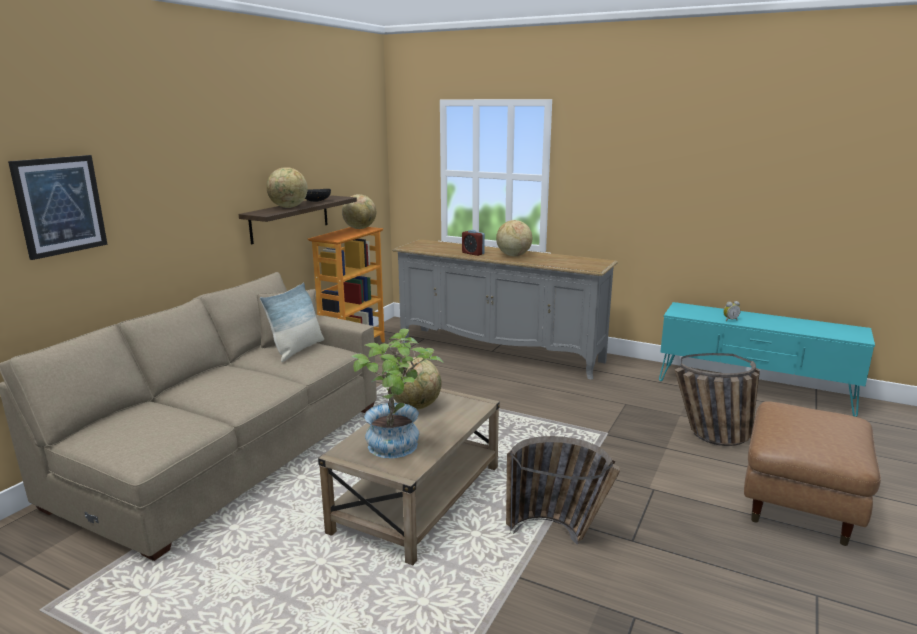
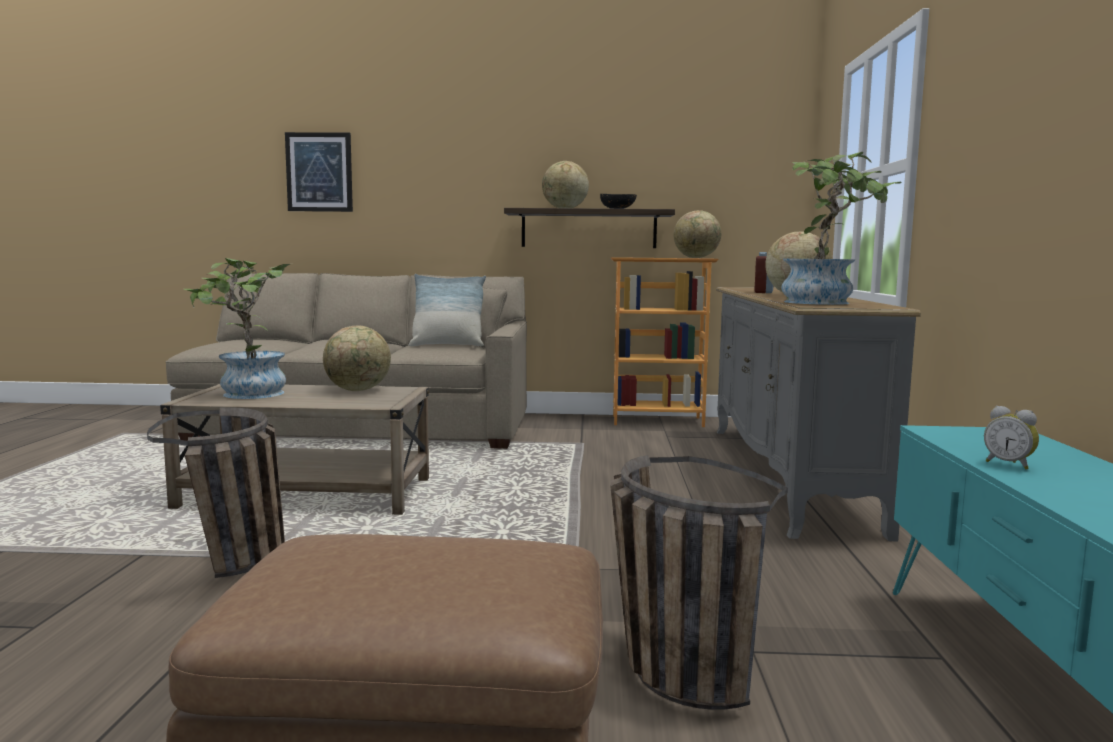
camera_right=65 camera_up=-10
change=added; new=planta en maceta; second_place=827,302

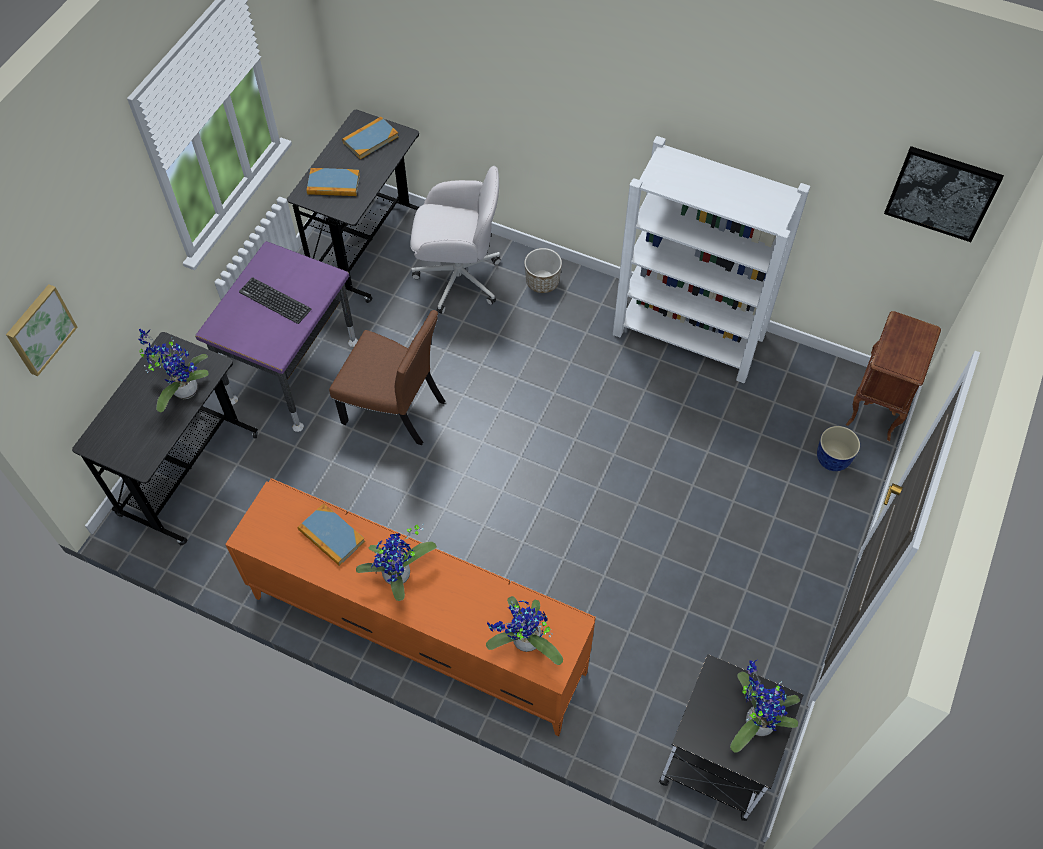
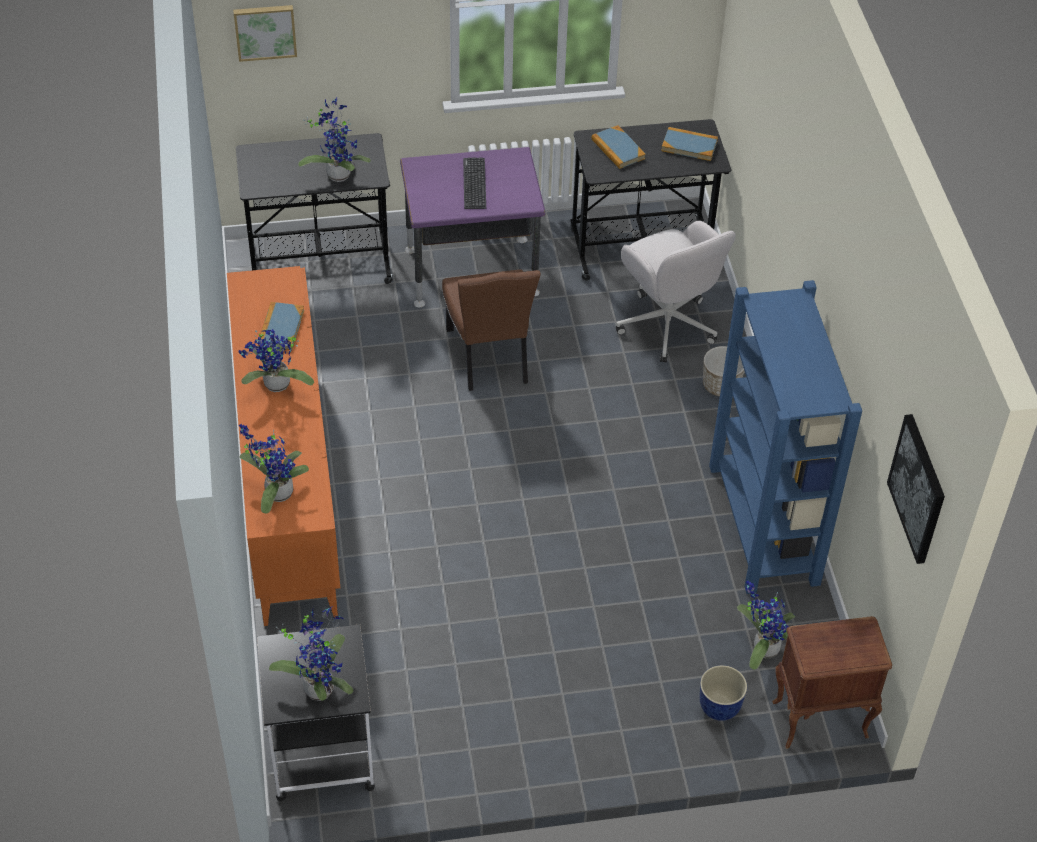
camera_right=55 camera_up=-10
change=recoloured; old=estantería [blanco]; new=estantería [azul]; first_place=689,335; second_place=763,524
change=added; new=planta en maceta; second_place=762,647

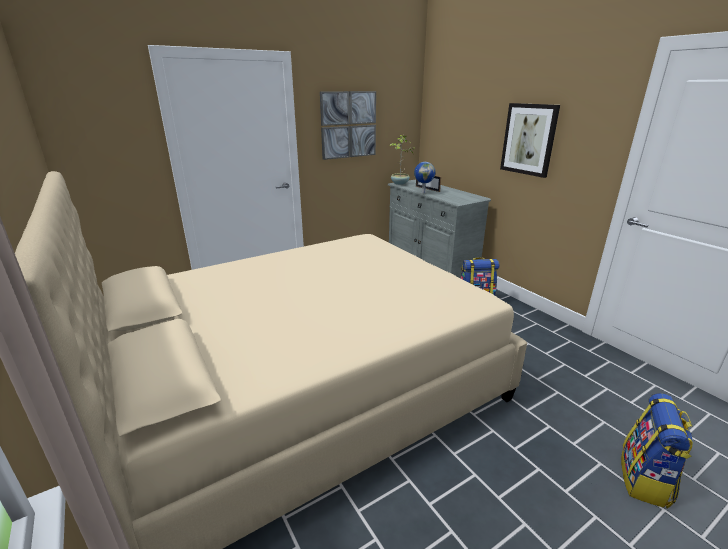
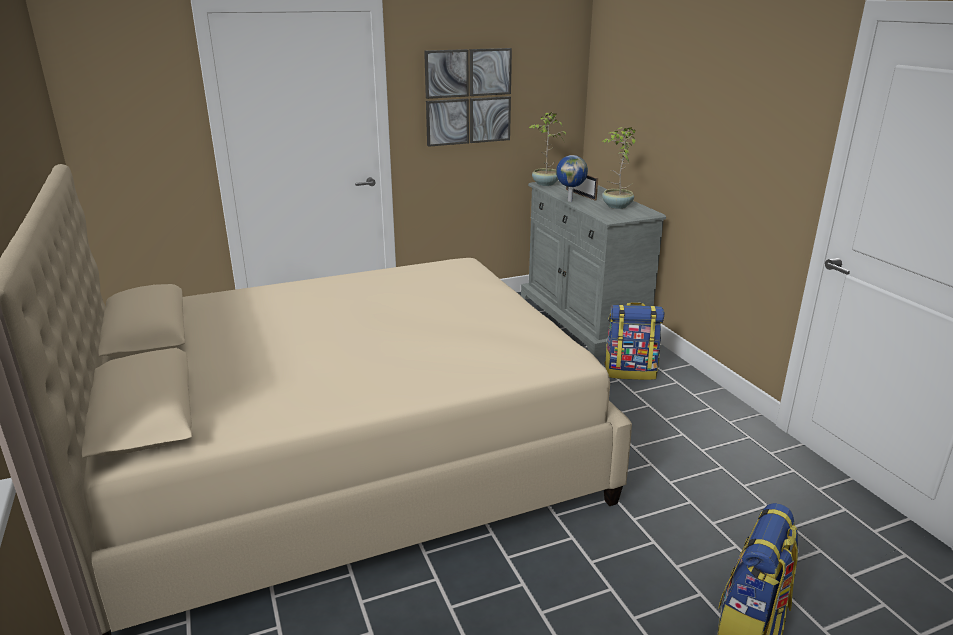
camera_right=10 camera_up=0
change=removed; old=cuadro; first_place=529,139
change=added; new=planta en maceta; second_place=616,206

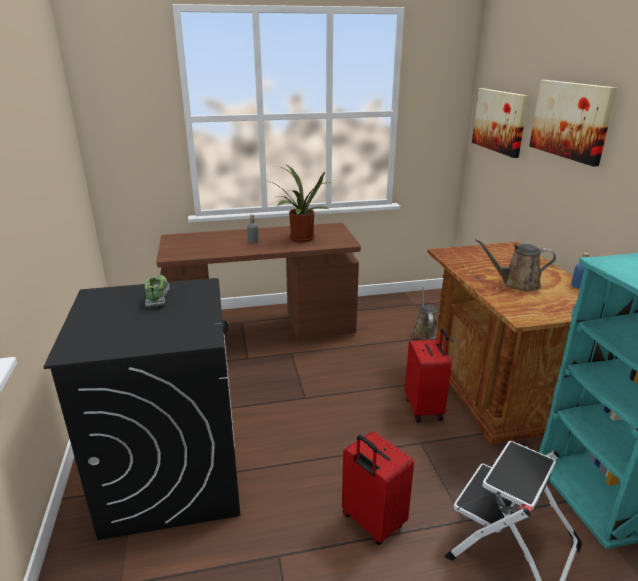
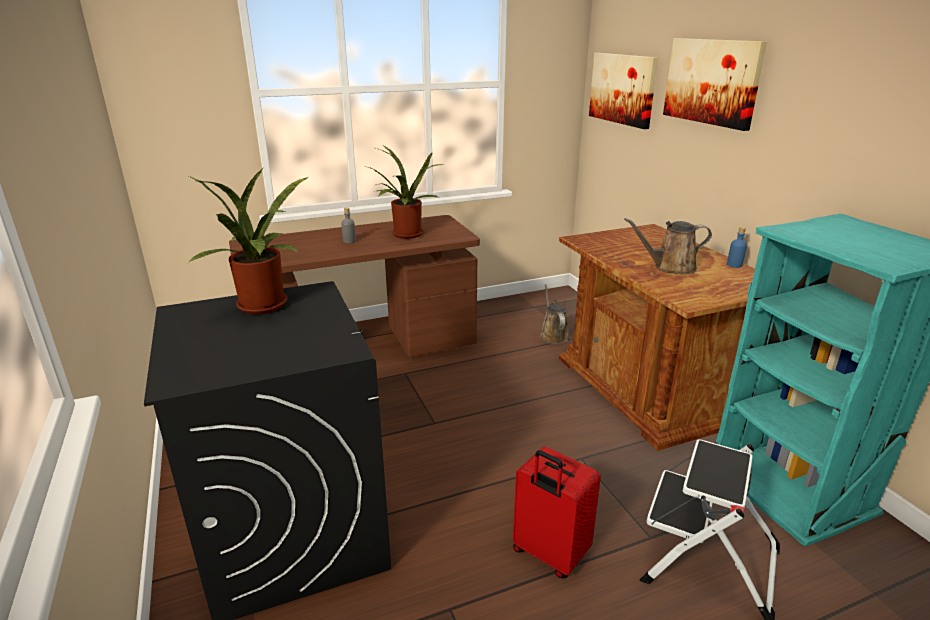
camera_right=-10 camera_up=0
change=replaced; old=zapato; new=planta en maceta; first_place=157,296; second_place=265,307
change=removed; old=maleta [rojo]; first_place=424,409

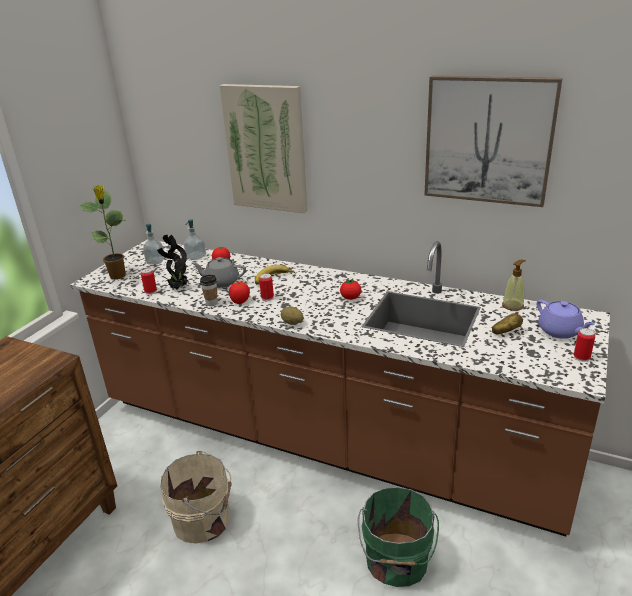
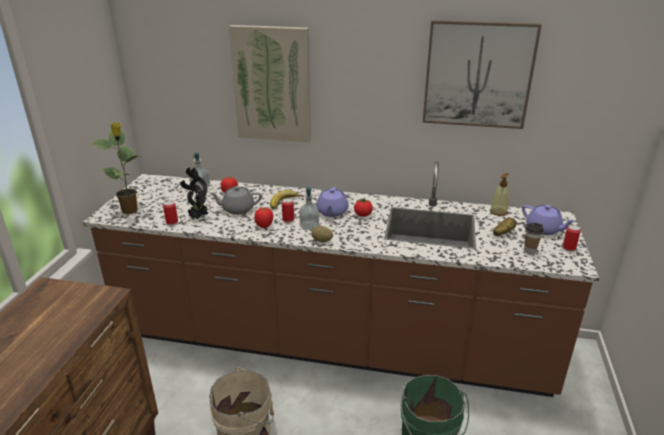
camera_right=-15 camera_up=0
change=moved; old=dispensador de jabón; first_place=155,261; second_place=309,226
change=moved; old=taza; first_place=211,303; second_place=529,251
change=added; new=tetera [morado]; second_place=332,212

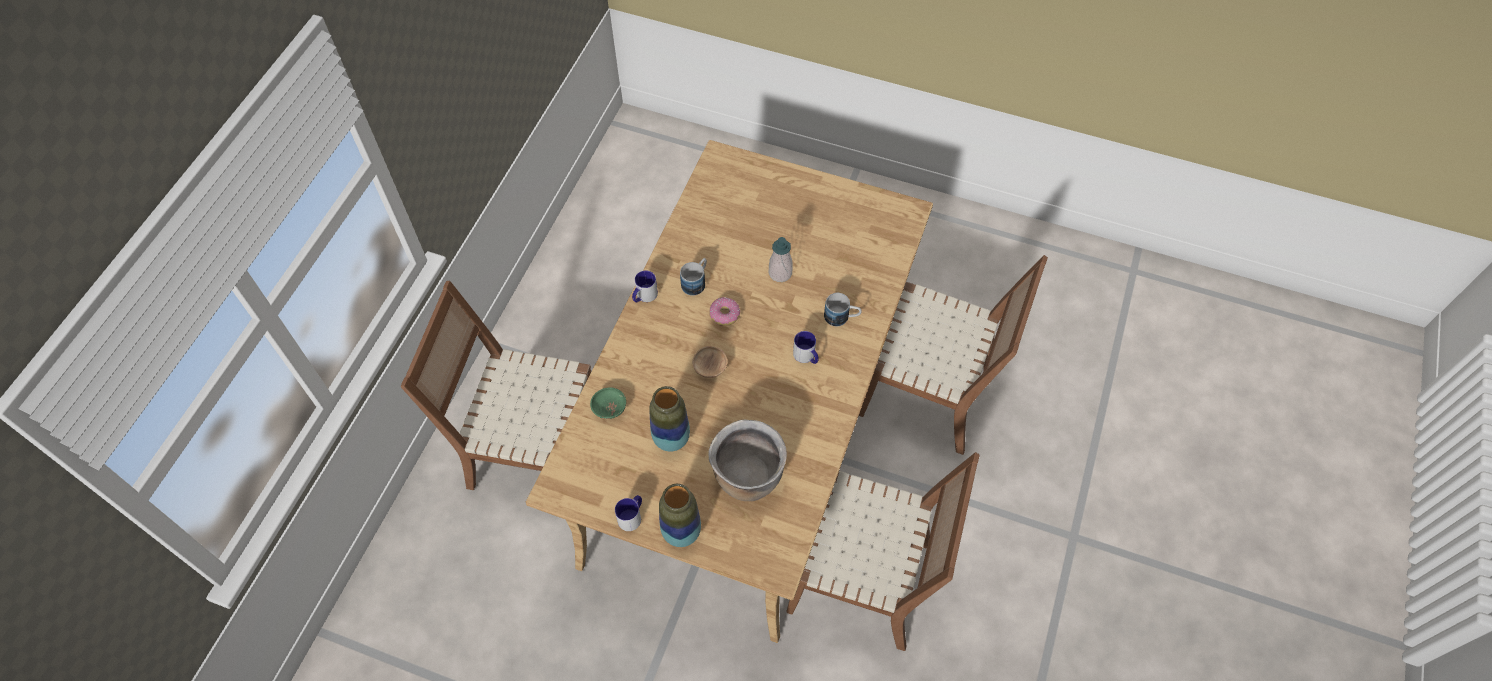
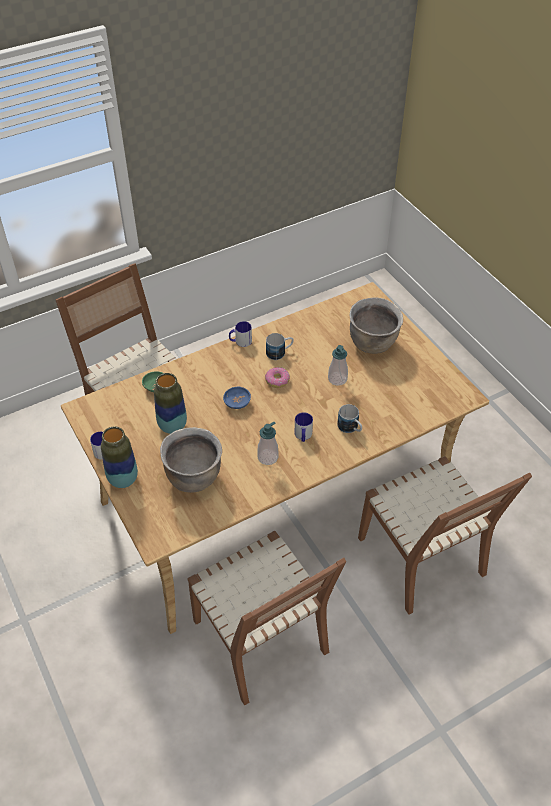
camera_right=40 camera_up=-10
change=recoloured; old=cuenco [marrón]; new=cuenco [azul]; first_place=710,367; second_place=237,403
change=added; new=dispensador de jabón; second_place=268,457
change=added; new=olla [marrón]; second_place=373,343

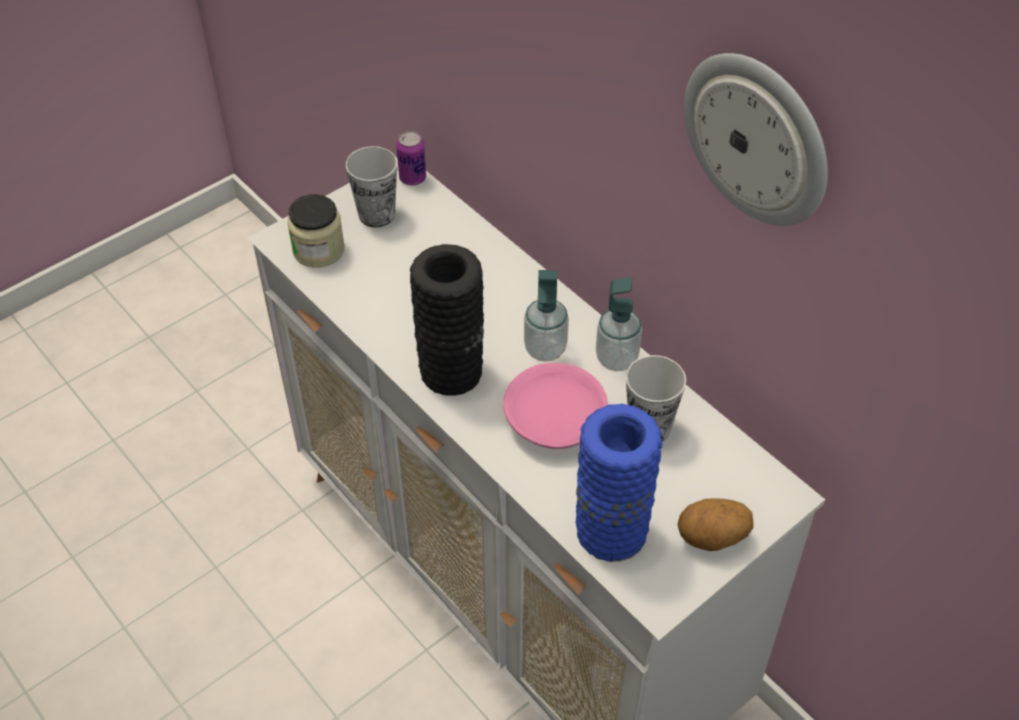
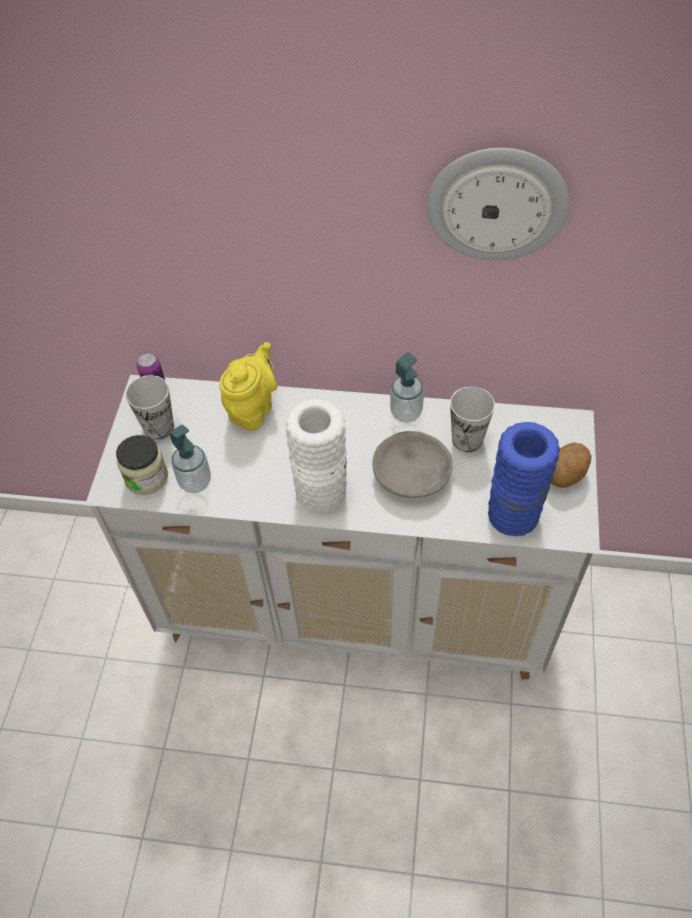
camera_right=-40 camera_up=5
change=recoloured; old=florero [negro]; new=florero [blanco]; first_place=451,371; second_place=321,491
change=recoloured; old=cuenco [rosa]; new=cuenco [gris]; first_place=554,419; second_place=412,474
change=moved; old=dispensador de jabón; first_place=545,349; second_place=195,482
change=added; new=tetera [amarillo]; second_place=253,409

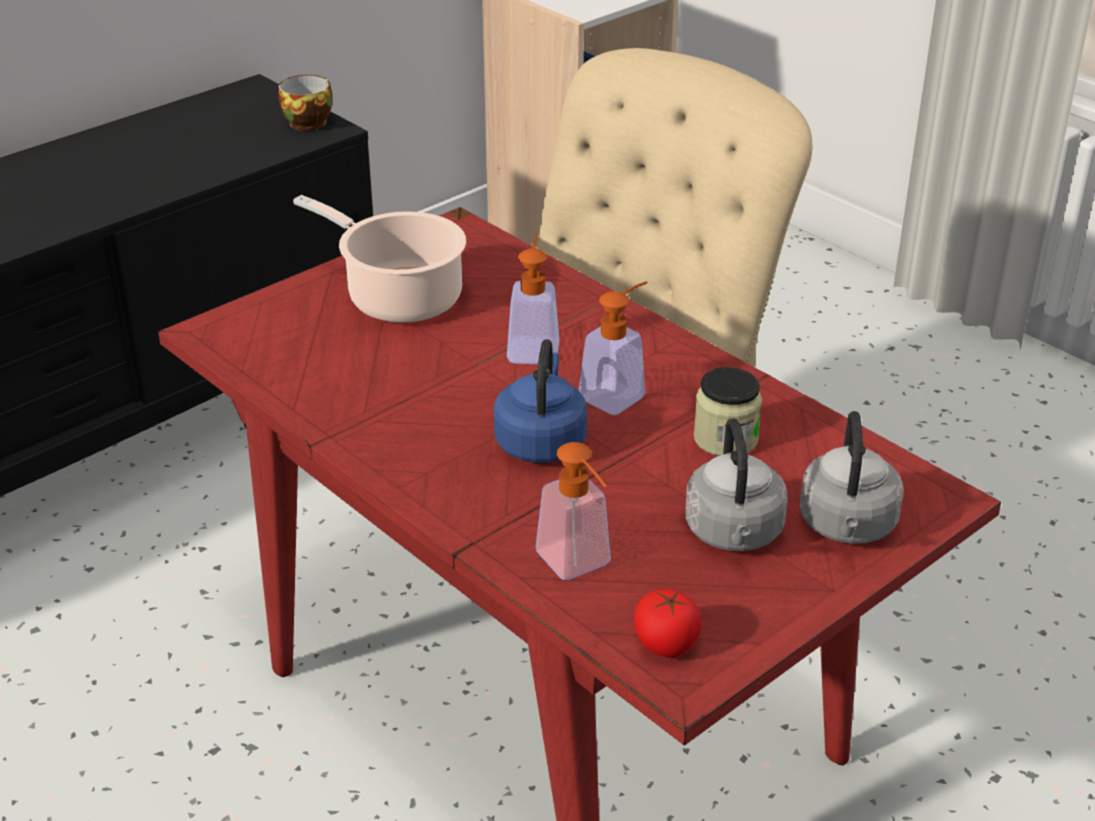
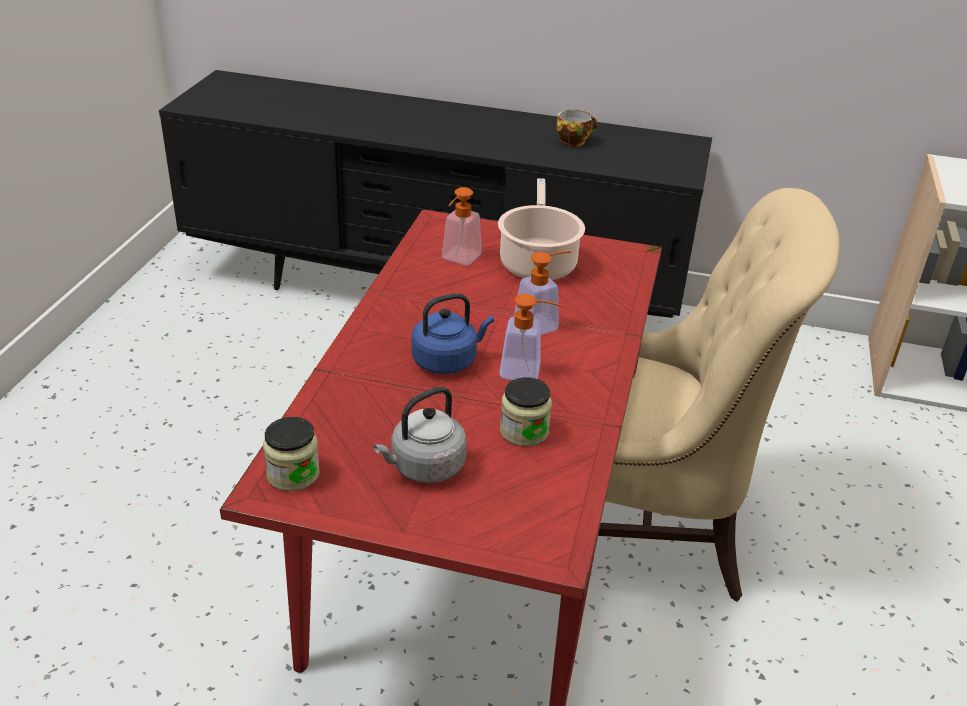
camera_right=55 camera_up=0
change=moved; old=taza; first_place=307,122; second_place=574,141
change=moved; old=dispensador de jabón; first_place=579,566; second_place=458,260
change=replaced; old=tomate; new=tarro; first_place=666,643; second_place=293,474
change=removed; old=hervidor [gris]; first_place=847,527

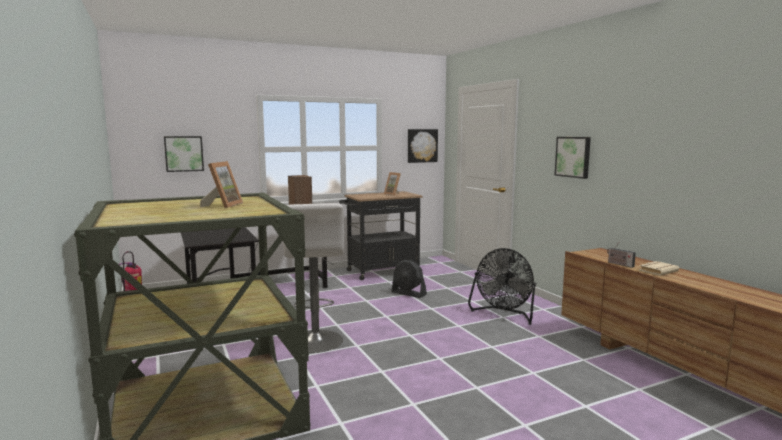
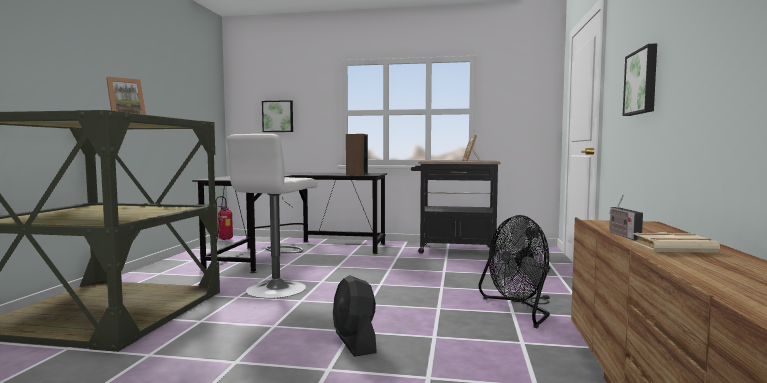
camera_right=35 camera_up=-5
change=moved; old=ventilador [negro]; first_place=409,293; second_place=354,342
change=removed; old=cuadro; first_place=422,145

